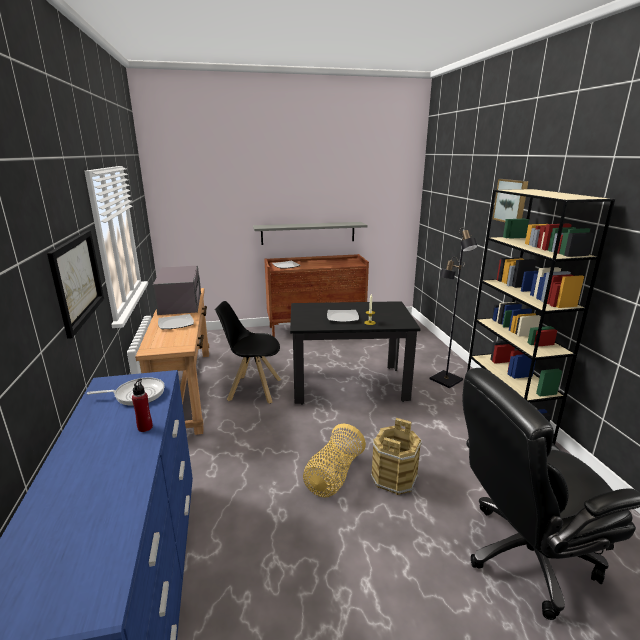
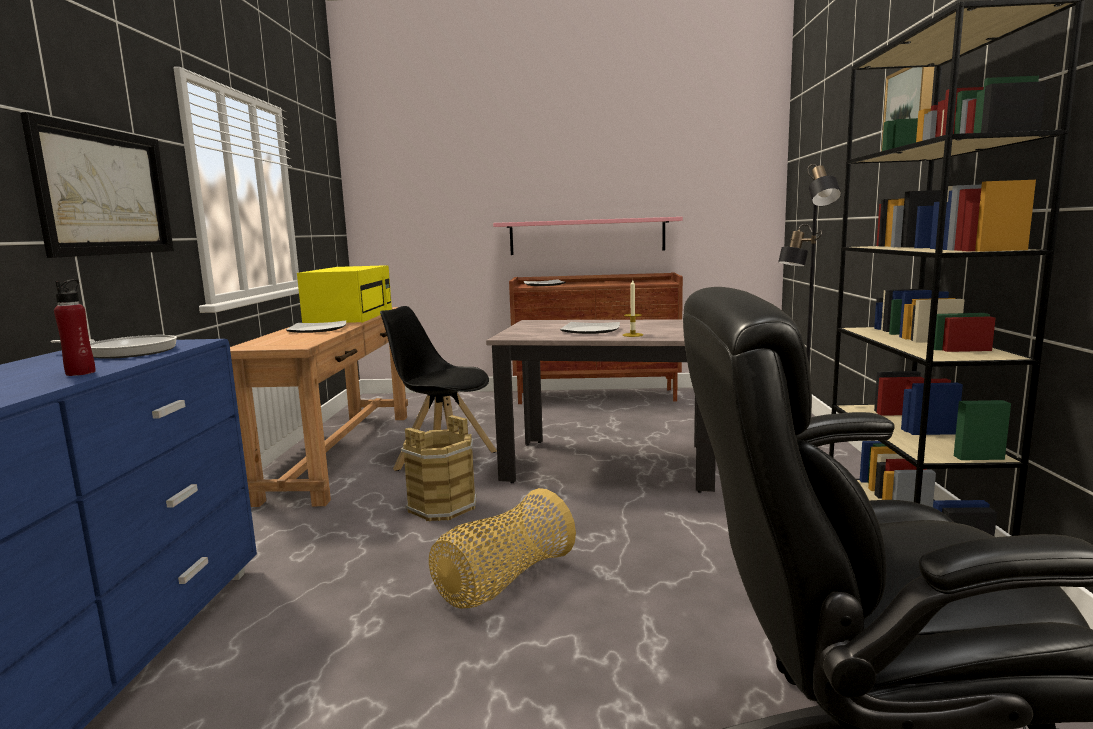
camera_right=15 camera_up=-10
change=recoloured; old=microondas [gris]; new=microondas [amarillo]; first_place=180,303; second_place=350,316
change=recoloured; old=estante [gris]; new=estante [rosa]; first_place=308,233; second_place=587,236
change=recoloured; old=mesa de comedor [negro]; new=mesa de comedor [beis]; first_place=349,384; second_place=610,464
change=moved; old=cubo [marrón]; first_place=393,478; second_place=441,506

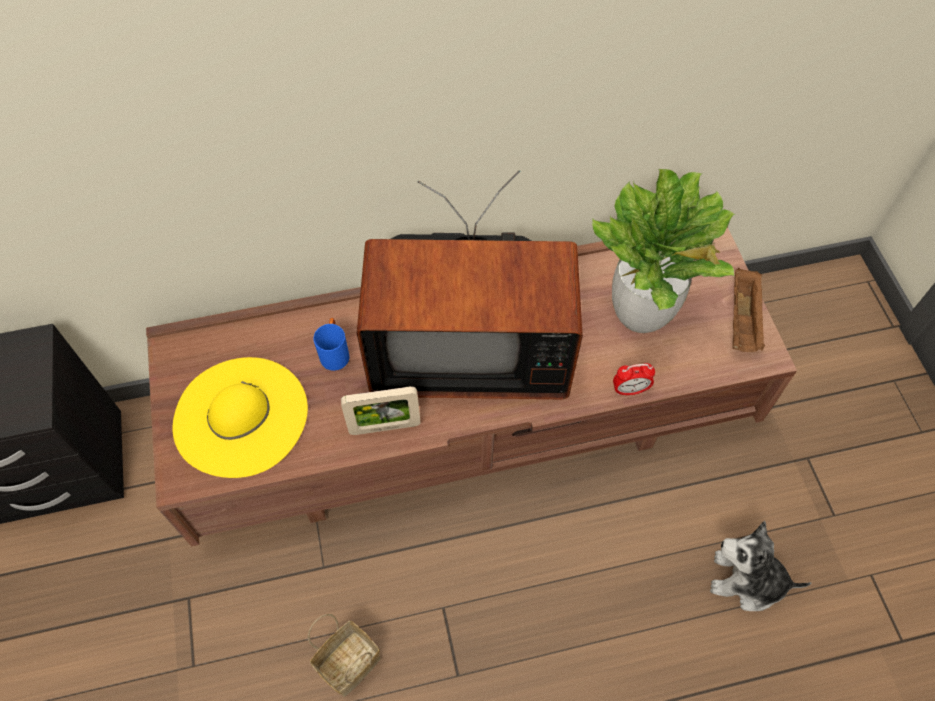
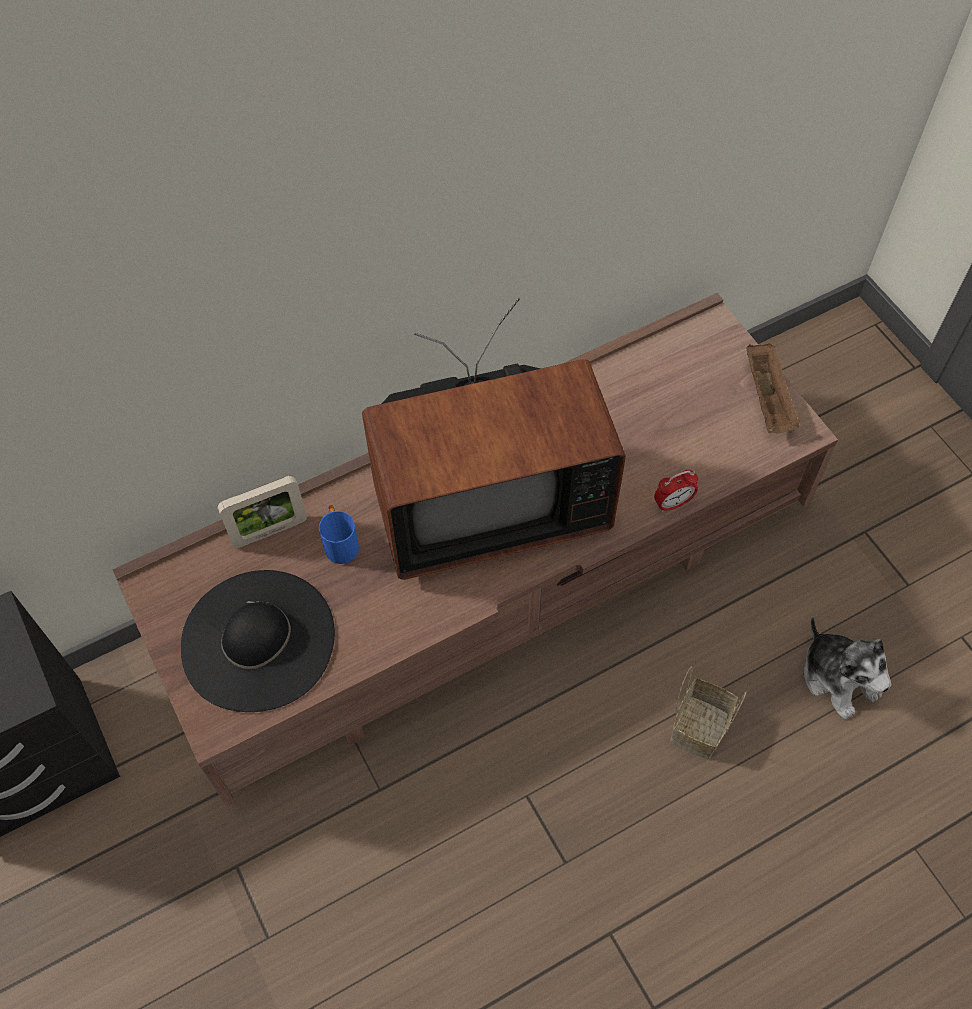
camera_right=-15 camera_up=0
change=recoloured; old=sombrero [amarillo]; new=sombrero [negro]; first_place=240,416; second_place=258,640
change=moved; old=cesta; first_place=350,661; second_place=698,725
change=moved; old=portarretratos; first_place=384,427; second_place=269,531
change=removed; old=planta en maceta; first_place=641,314
change=turned; old=peluche; first_place=746,581; second_place=838,678; degrees=-120

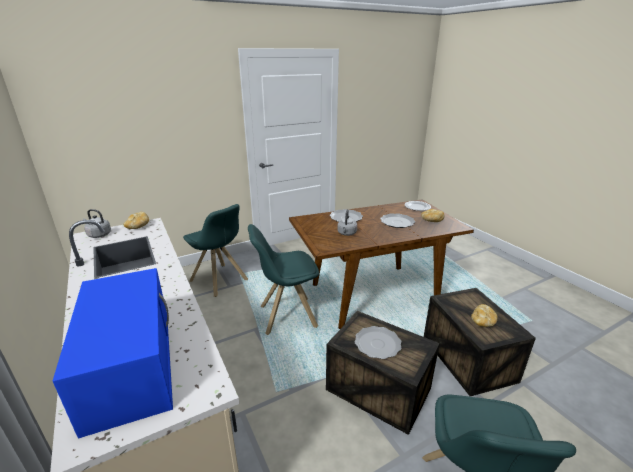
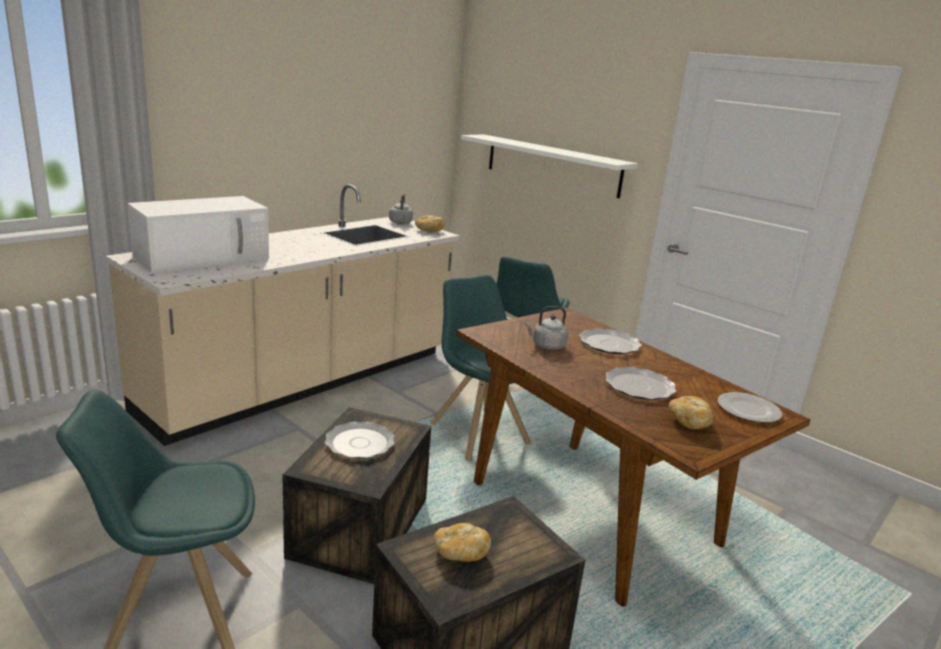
camera_right=70 camera_up=-5
change=recoloured; old=microondas [azul]; new=microondas [blanco]; first_place=130,362; second_place=204,256
change=added; new=estante [blanco]; second_place=552,165

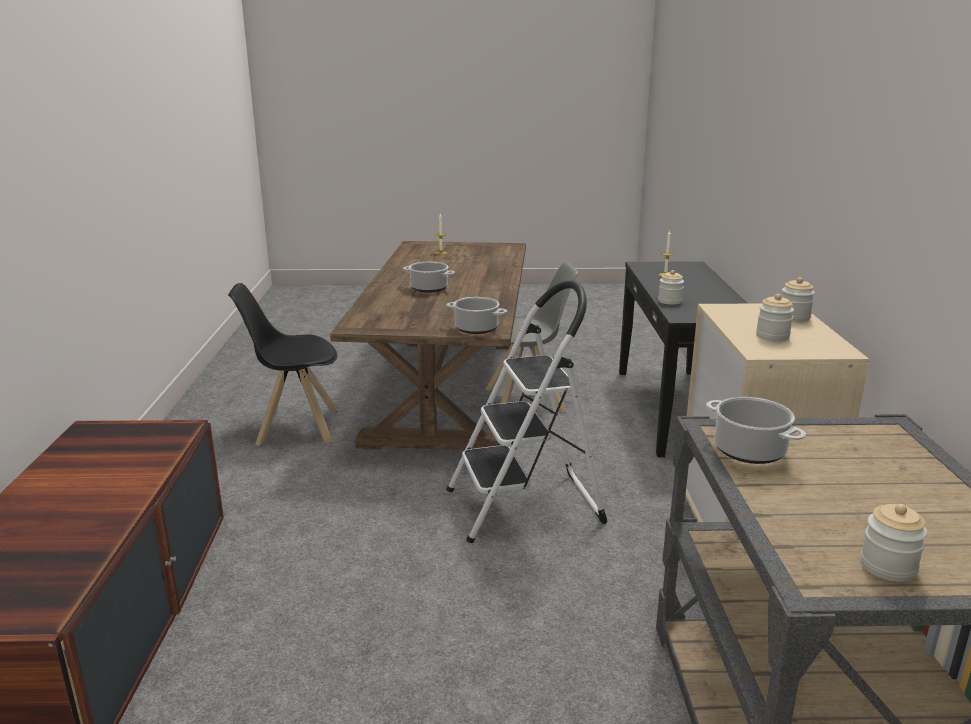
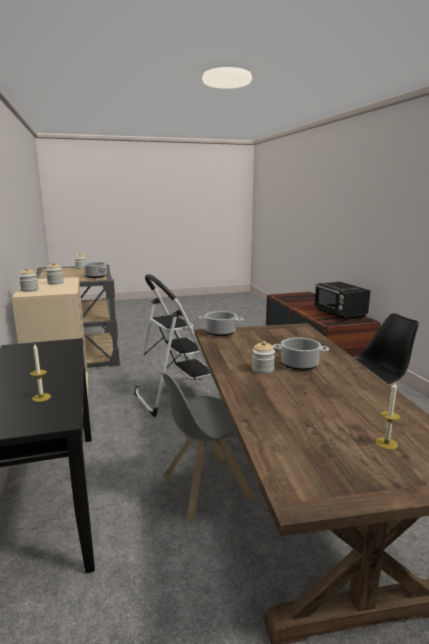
camera_right=165 camera_up=-5
change=moved; old=tarro; first_place=669,301; second_place=263,369
change=added; new=microondas [negro]; second_place=339,314

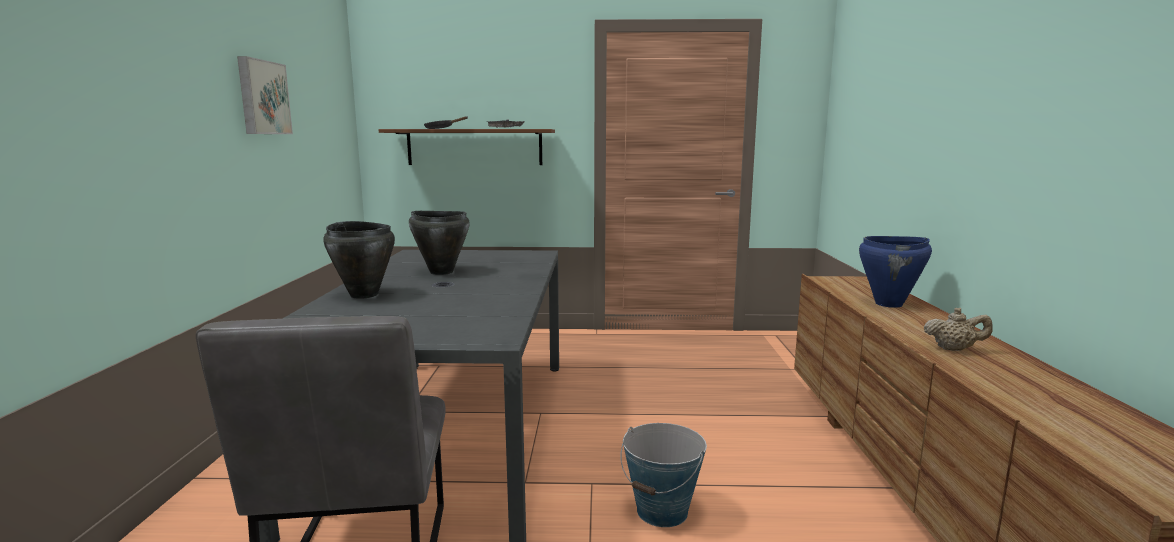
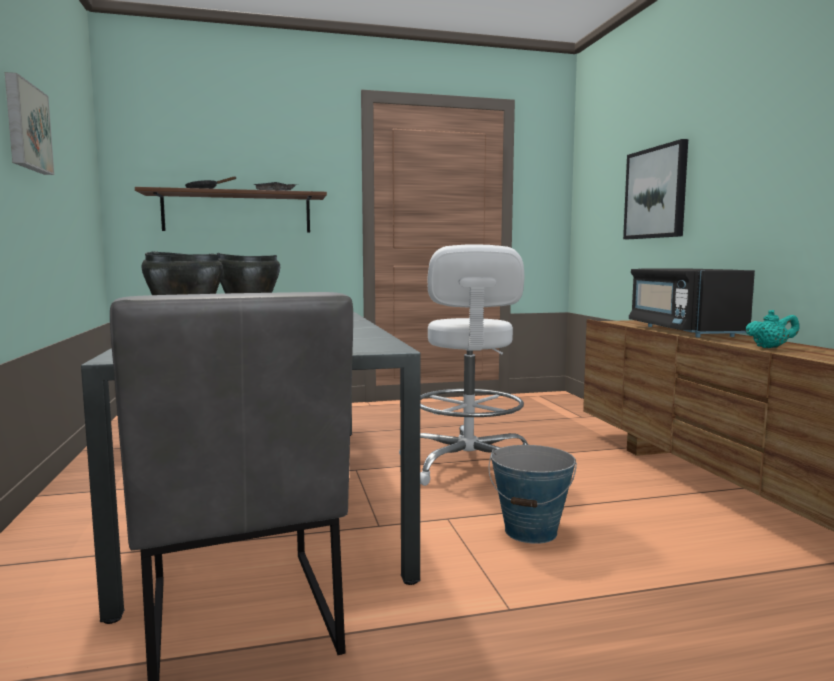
camera_right=-15 camera_up=-5
change=replaced; old=olla [azul]; new=microondas [negro]; first_place=889,304; second_place=682,331
change=recoloured; old=tetera [beis]; new=tetera [turquesa]; first_place=954,349; second_place=770,347
change=added; new=taburete [blanco]; second_place=468,466
change=added; new=cuadro; second_place=656,193

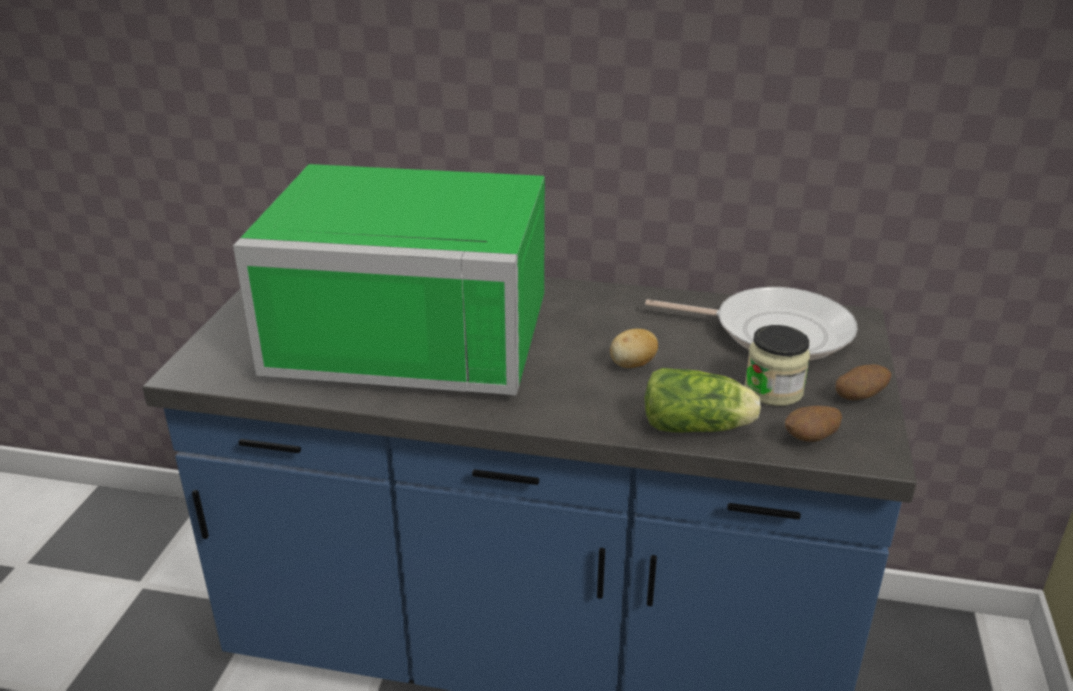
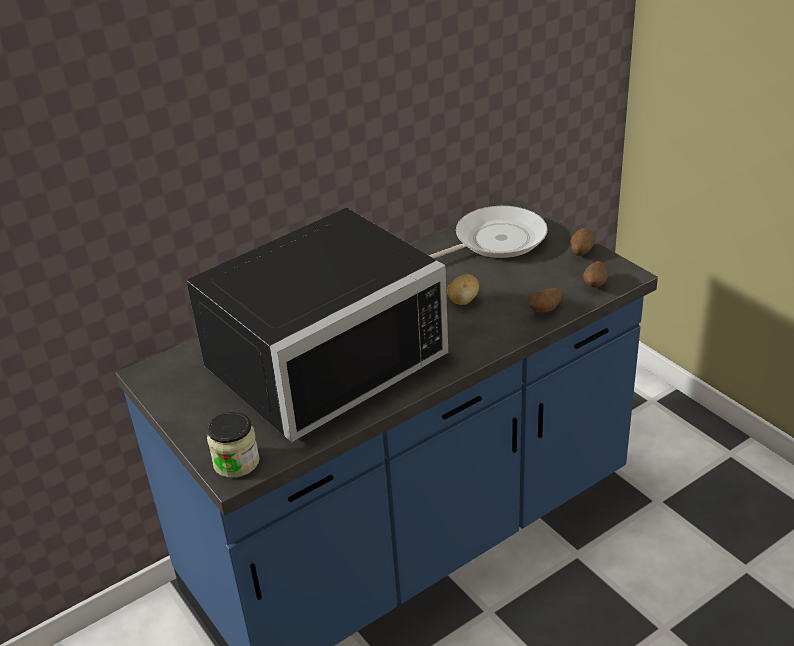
camera_right=-45 camera_up=5
change=recoloured; old=microondas [verde]; new=microondas [negro]; first_place=418,329; second_place=317,357
change=replaced; old=lechuga; new=patata; first_place=699,427; second_place=545,311
change=moved; old=tarro; first_place=773,390; second_place=236,462

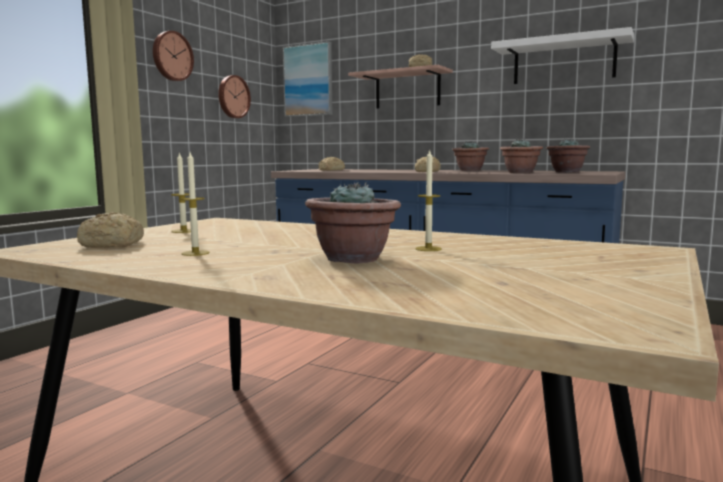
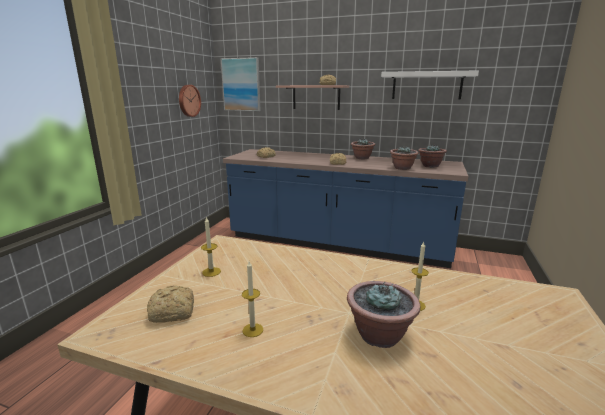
camera_right=-10 camera_up=10
change=removed; old=reloj de pared; first_place=171,56

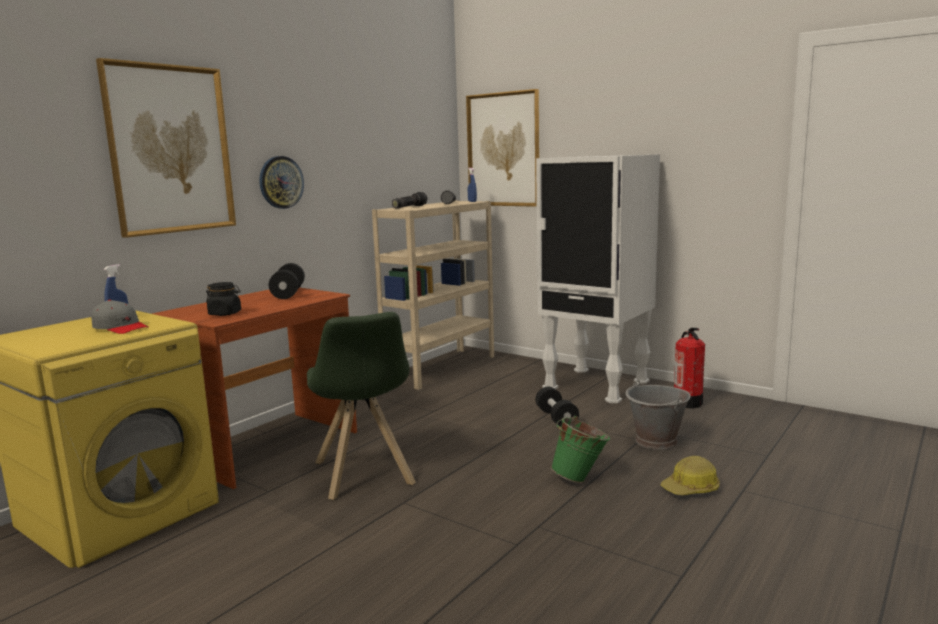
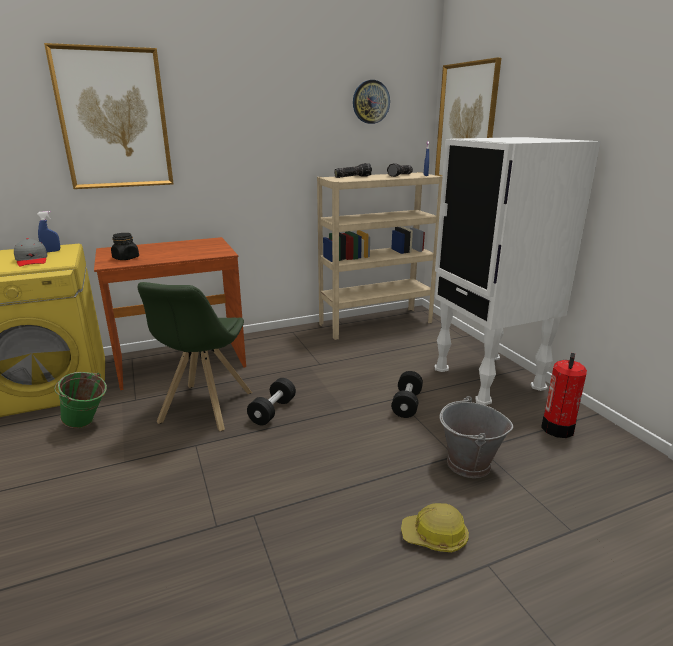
camera_right=30 camera_up=10
change=moved; old=reloj de pared; first_place=281,182; second_place=371,102
change=moved; old=mancuerna [negro]; first_place=288,293; second_place=272,411
change=moved; old=cubo [verde]; first_place=580,478; second_place=87,424

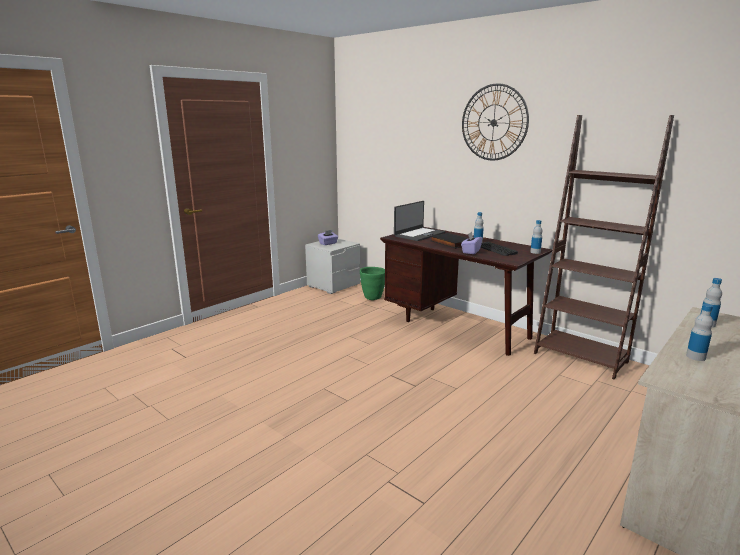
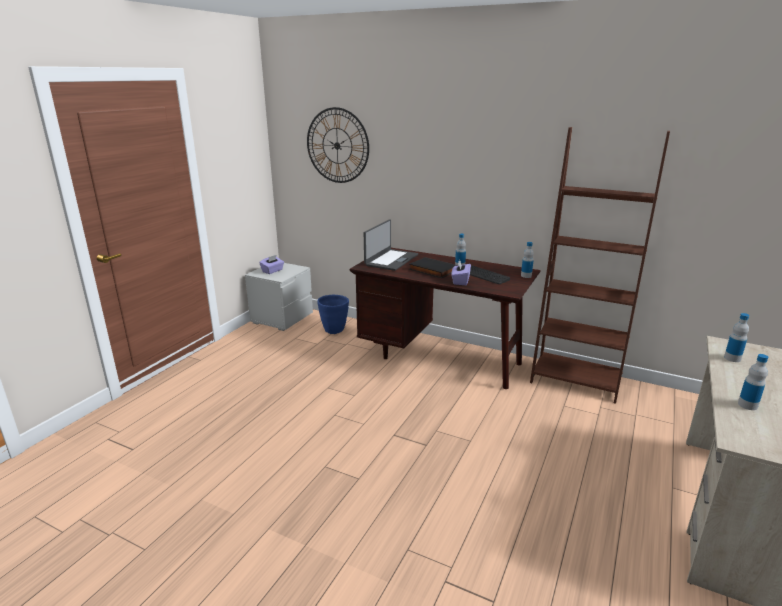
camera_right=-15 camera_up=5
change=recoloured; old=maceta [verde]; new=maceta [azul]; first_place=373,297; second_place=334,330
change=moved; old=reloj de pared; first_place=494,122; second_place=337,146

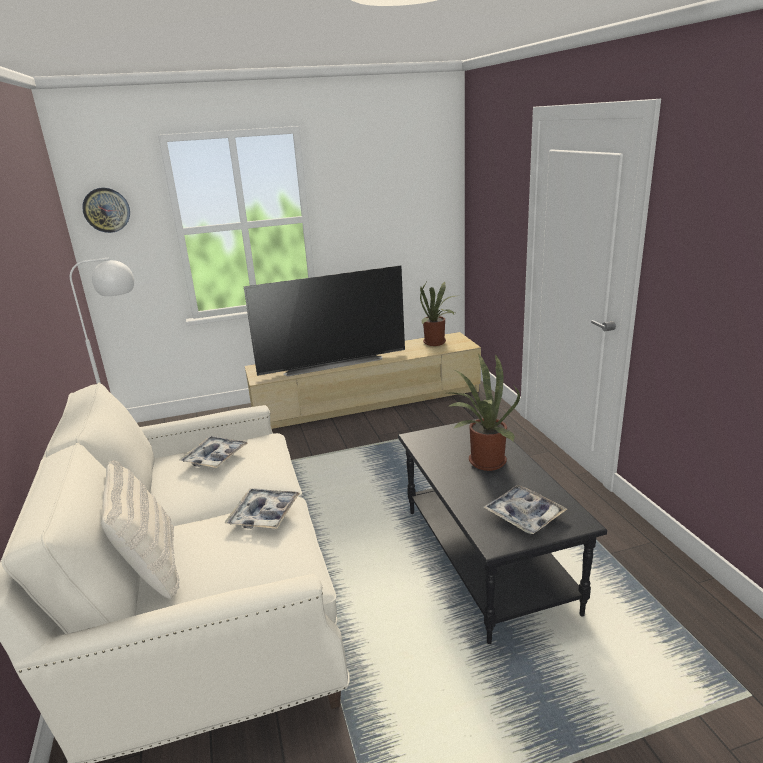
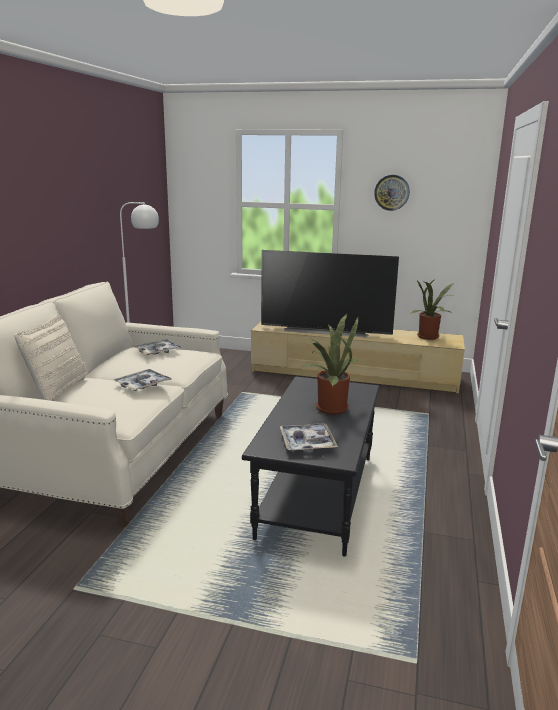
camera_right=30 camera_up=-5
change=moved; old=reloj de pared; first_place=106,210; second_place=392,192

